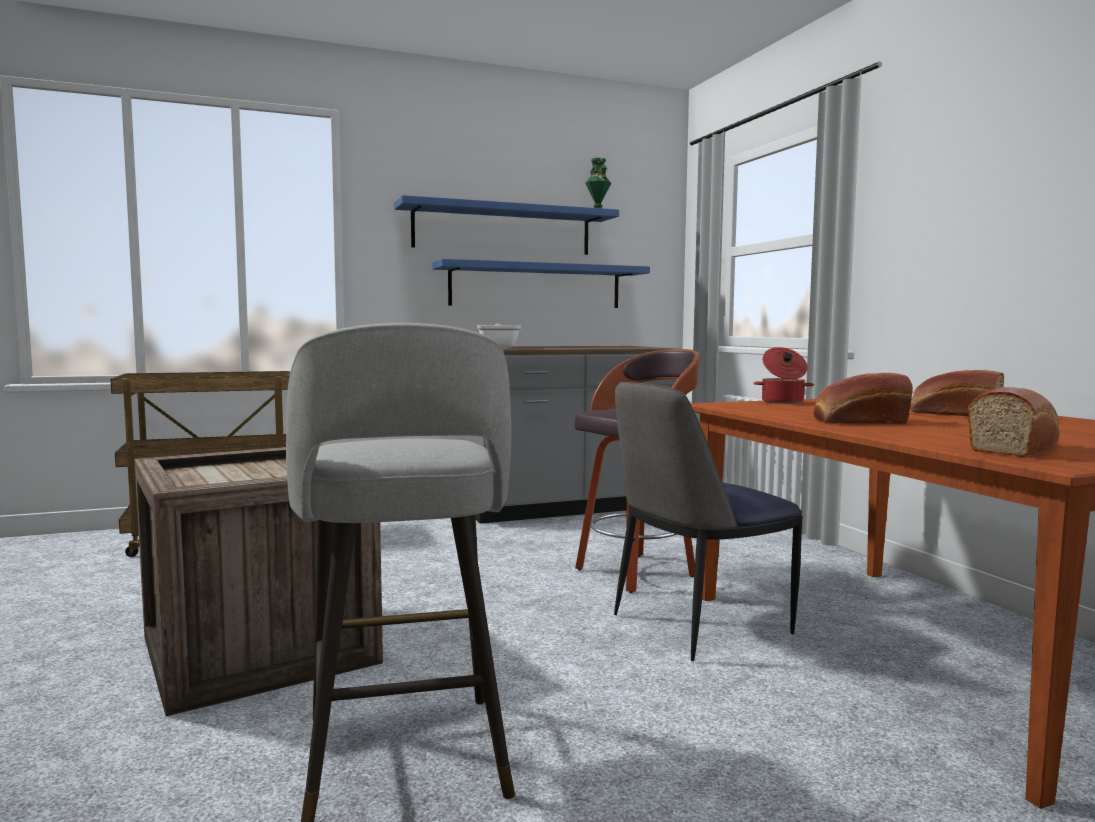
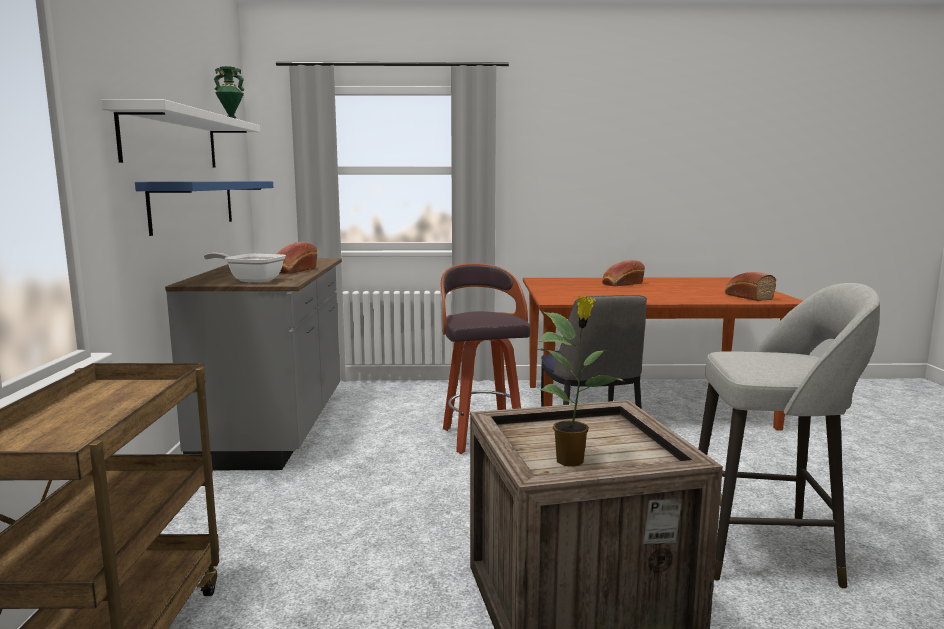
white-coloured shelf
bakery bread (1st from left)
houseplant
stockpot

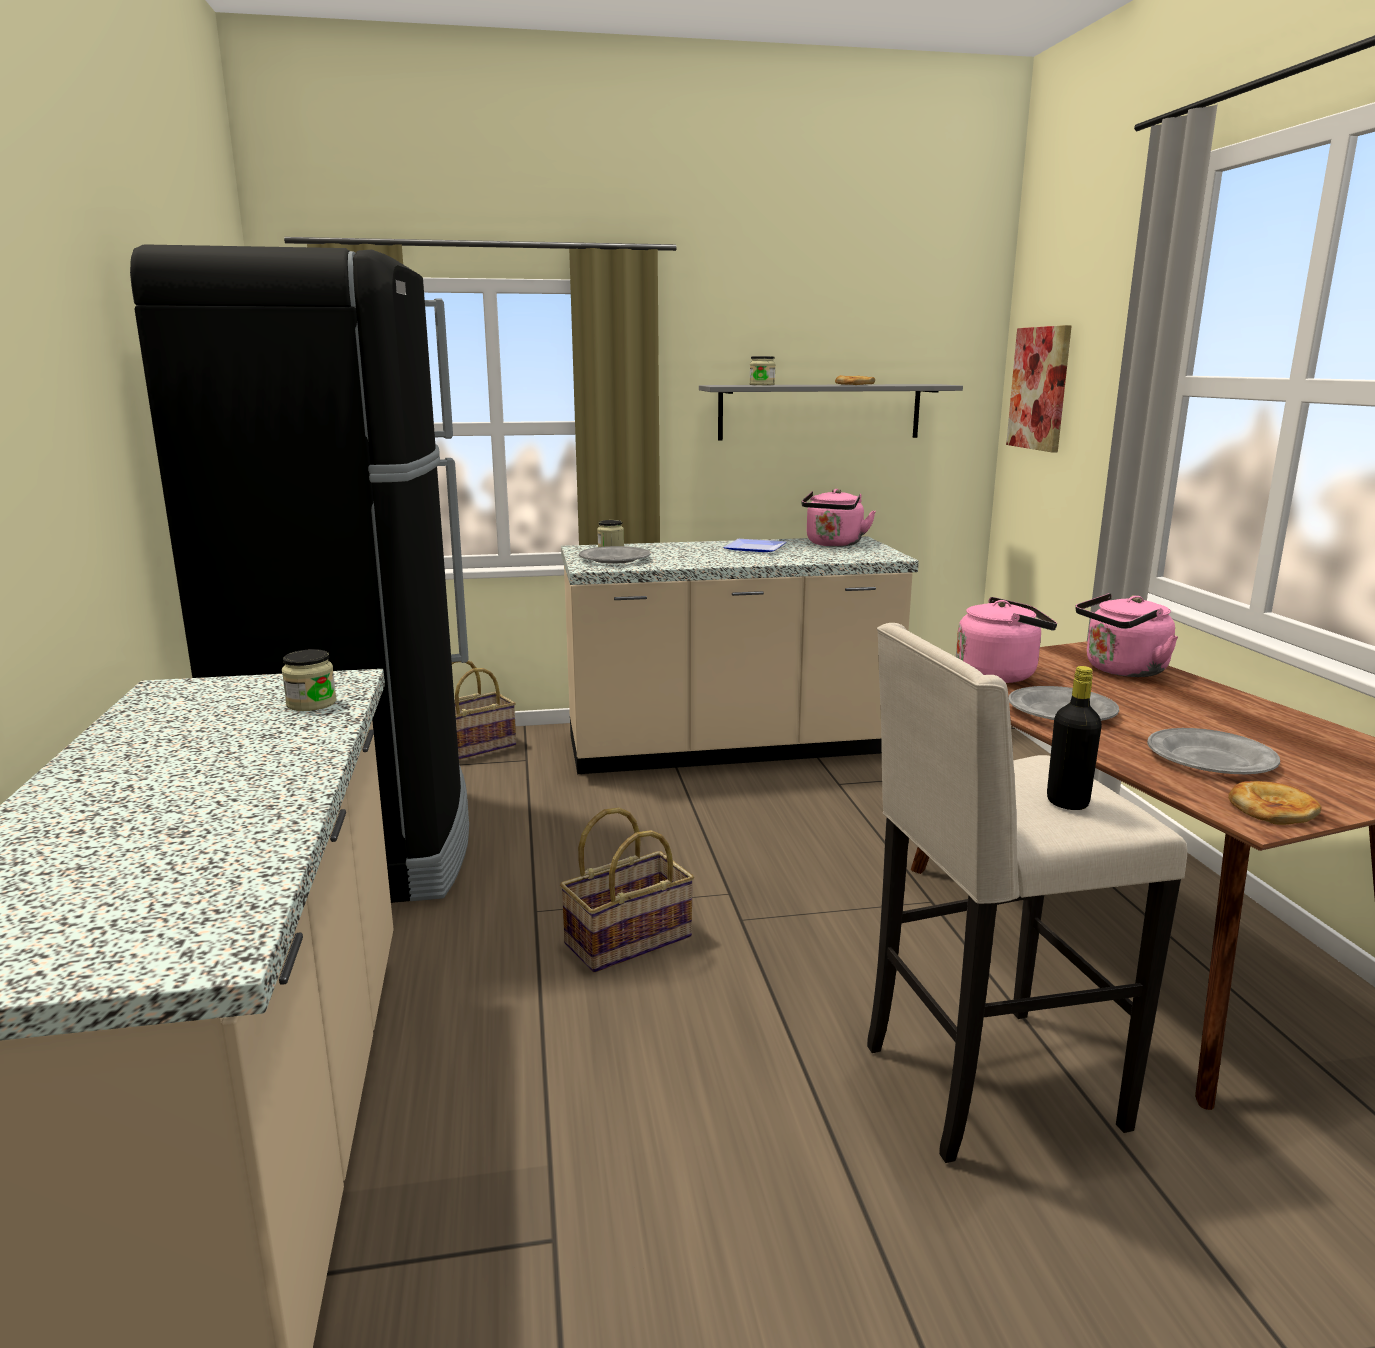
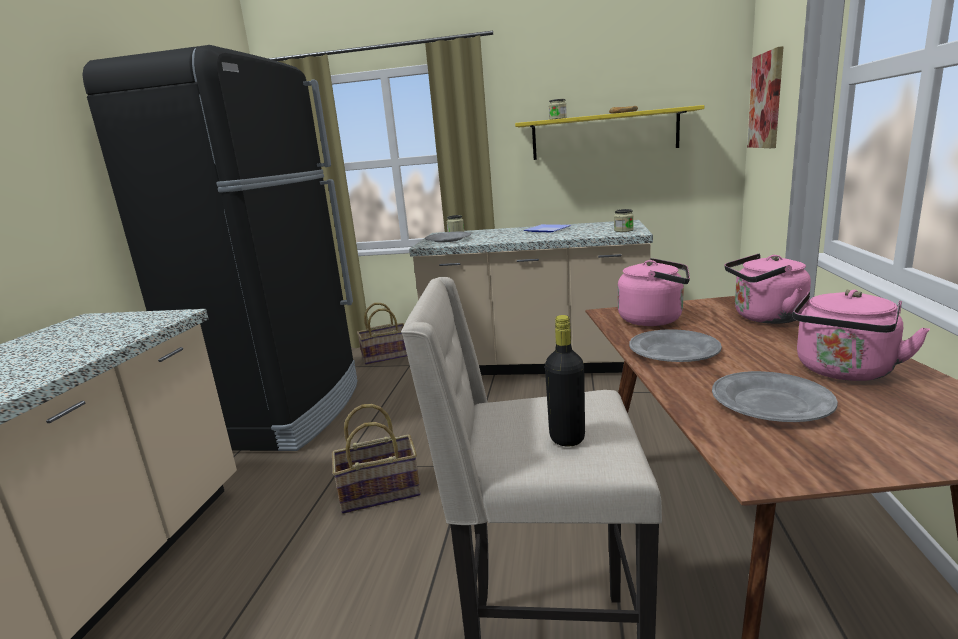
yellow shelf
jar (3rd from left)
pink tea kettle (3rd from left)
bakery bread (2nd from left in the first image)

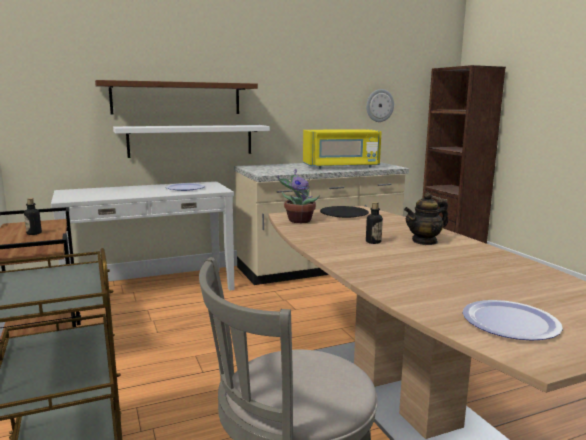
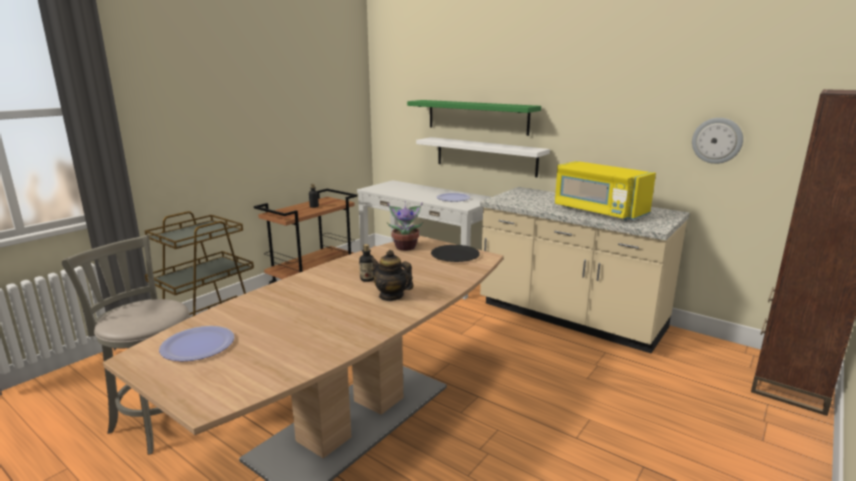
greenish shelf

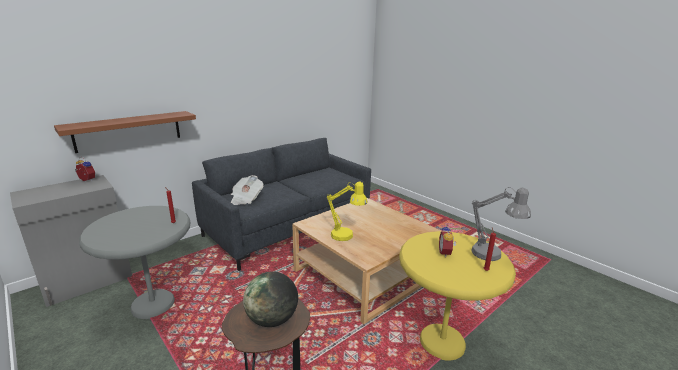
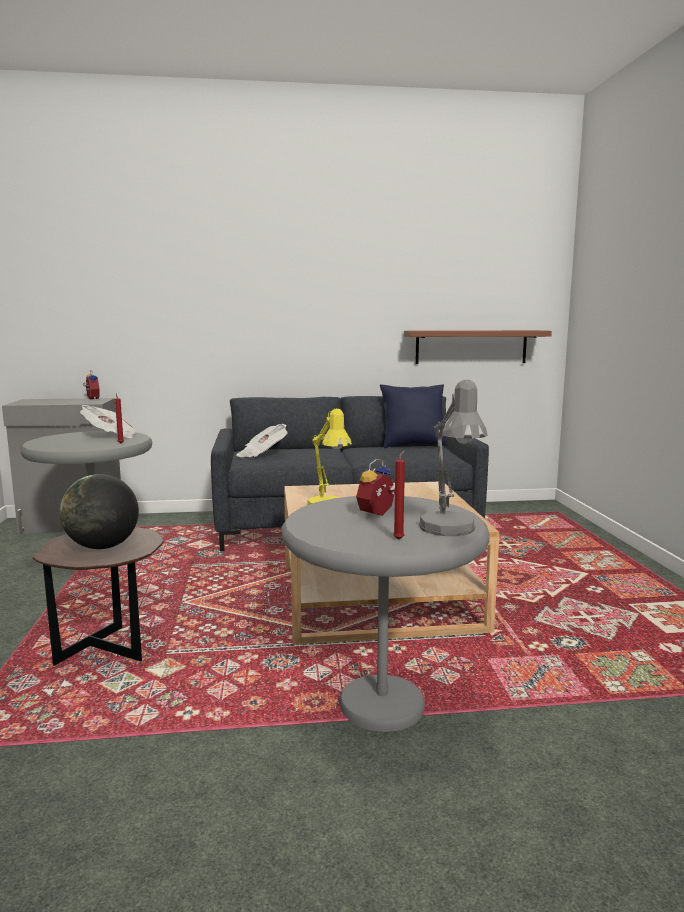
daily paper (1st from left)
gray accent table (2nd from left)
blue throw pillow
brown shelf

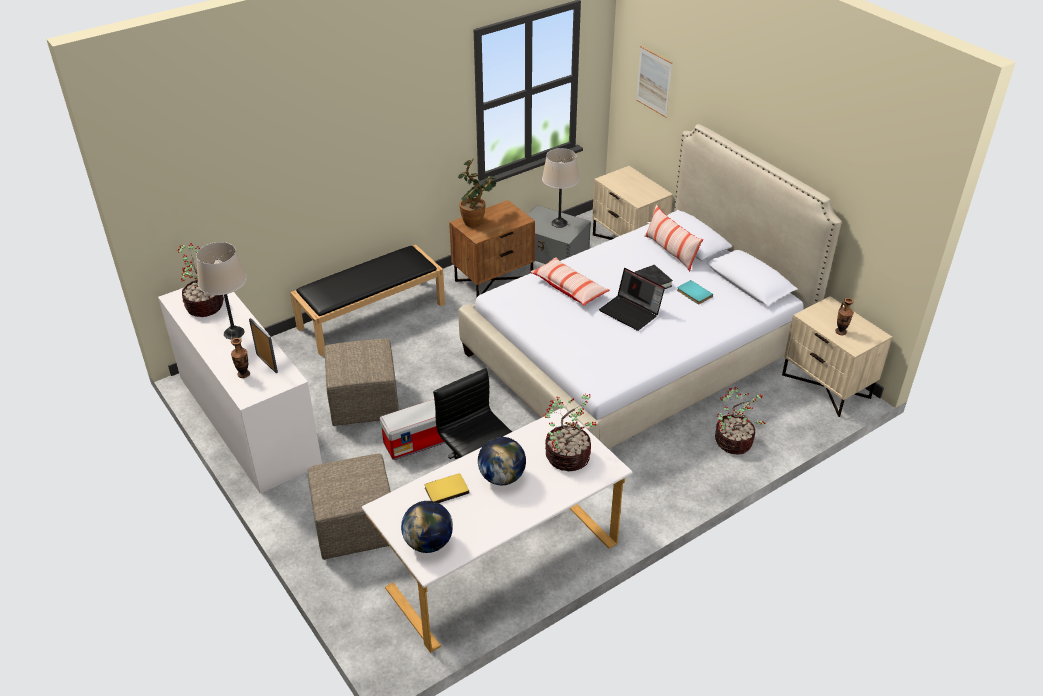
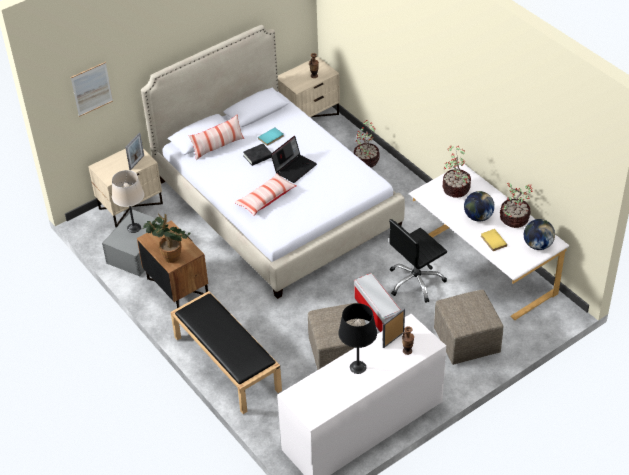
standing frame (1st from left)
black-coloured lamp for a table
houseplant (4th from left)

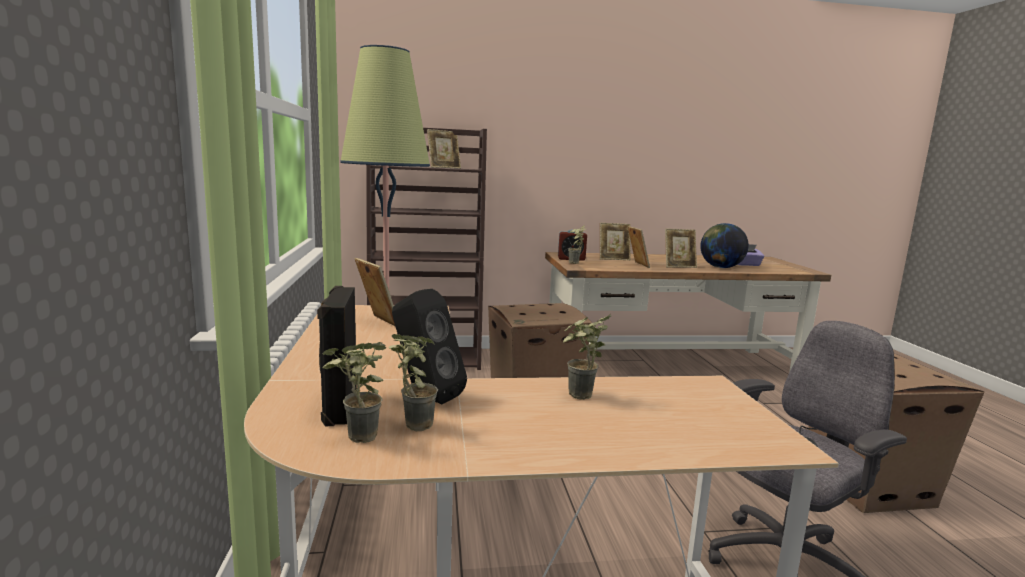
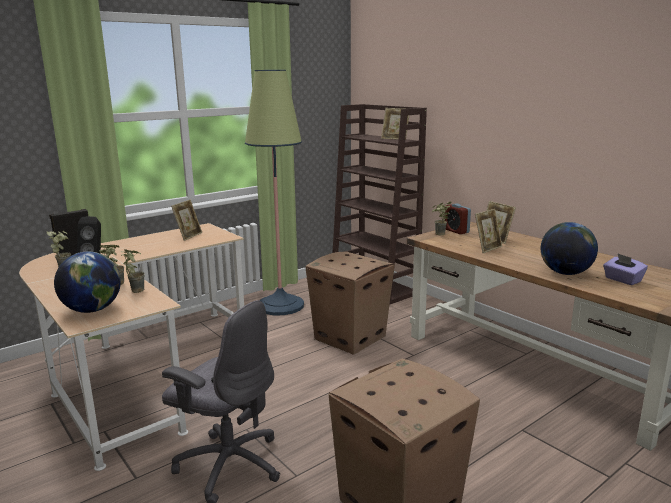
world globe (1st from left)
houseplant (3rd from left)
standing frame (5th from left in the first image)

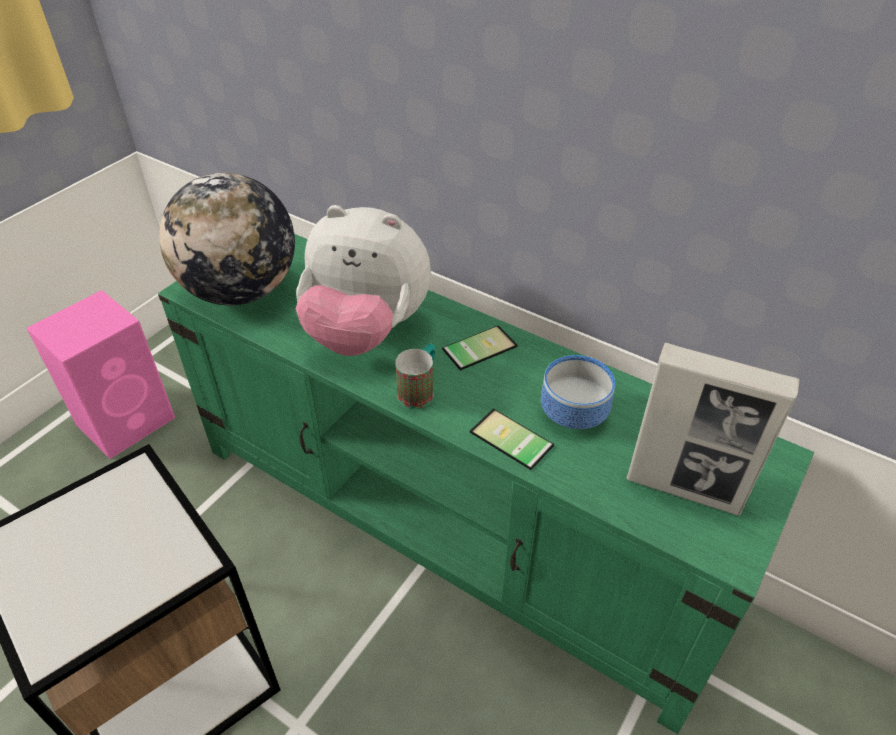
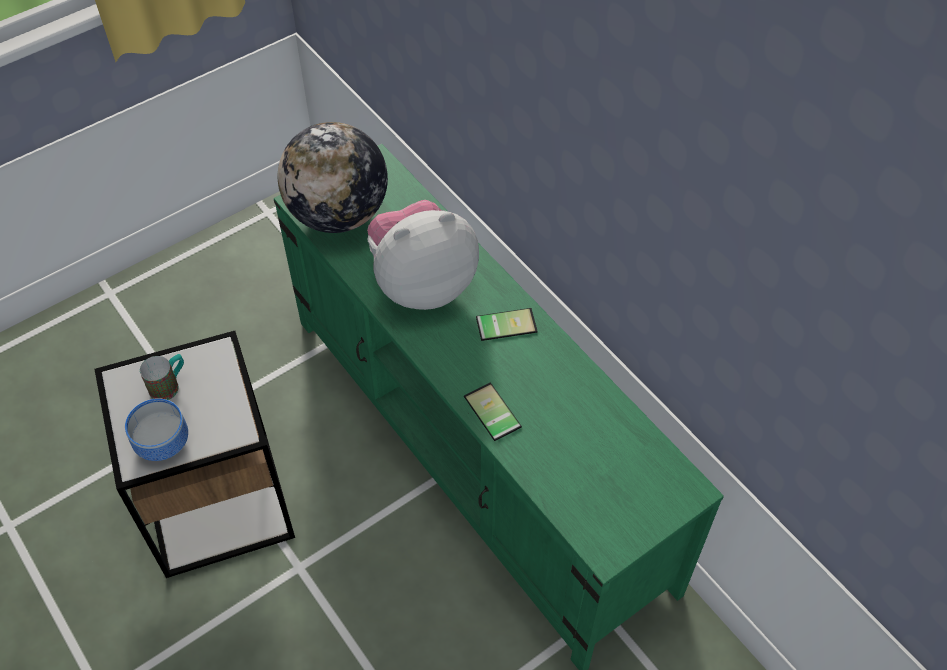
serving bowl
tea mug
cuddly toy
pink audio speaker
standing frame

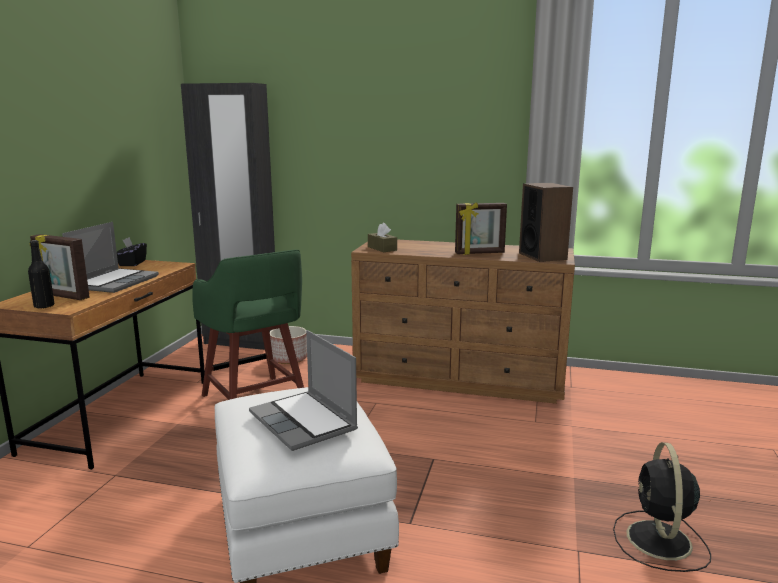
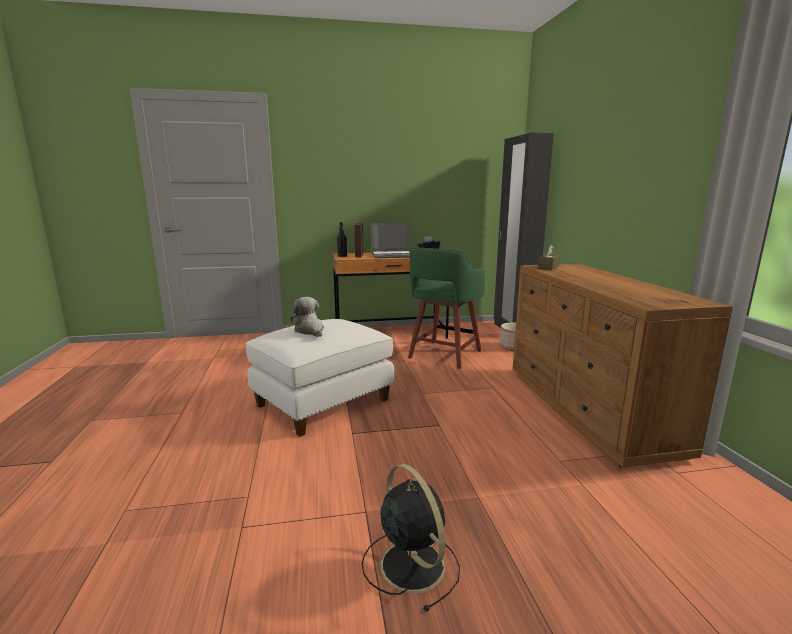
cuddly toy
black-coloured electric fan
standing frame (2nd from left in the first image)
audio speaker

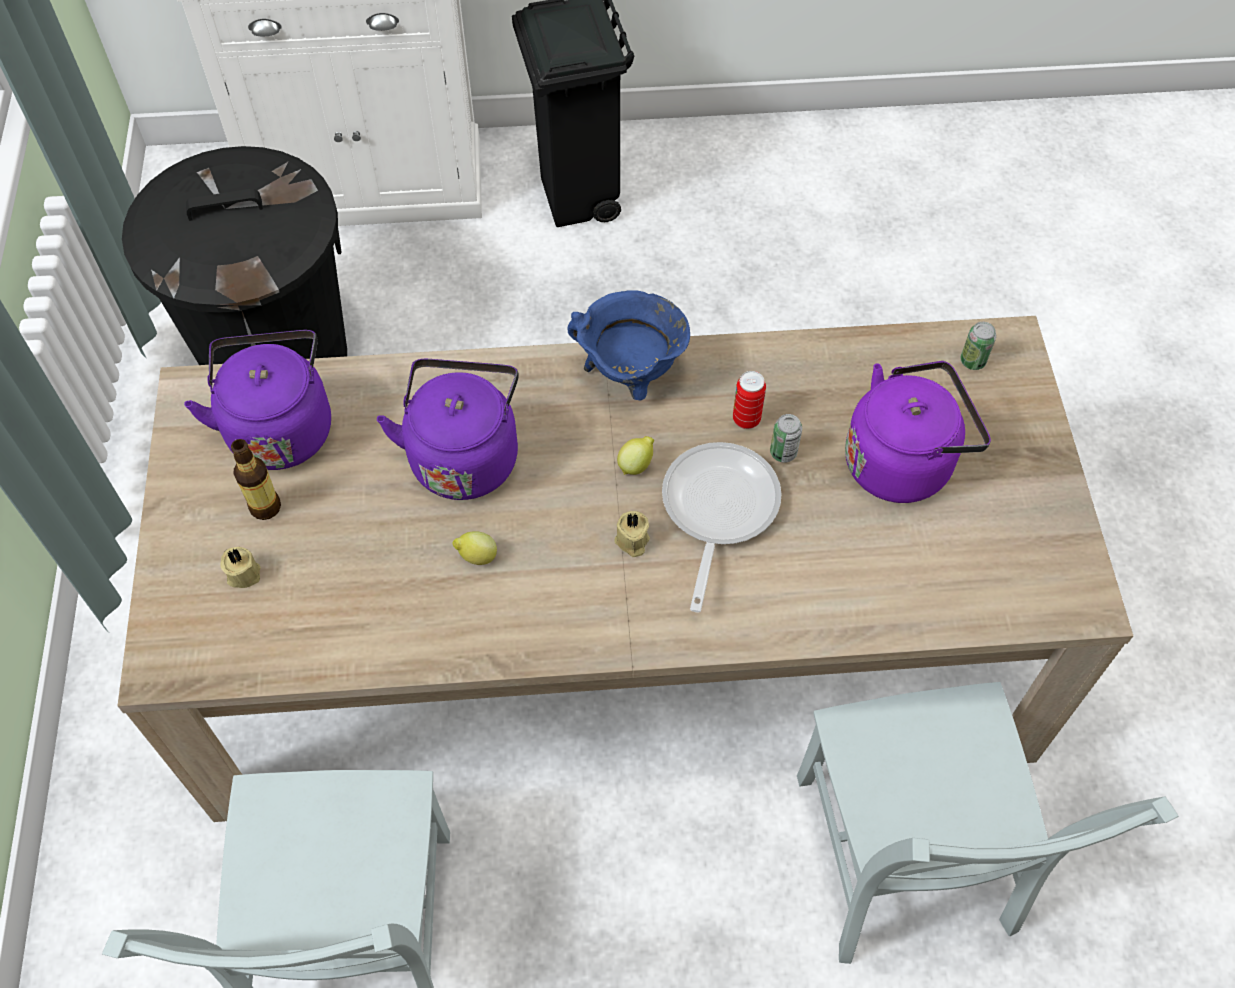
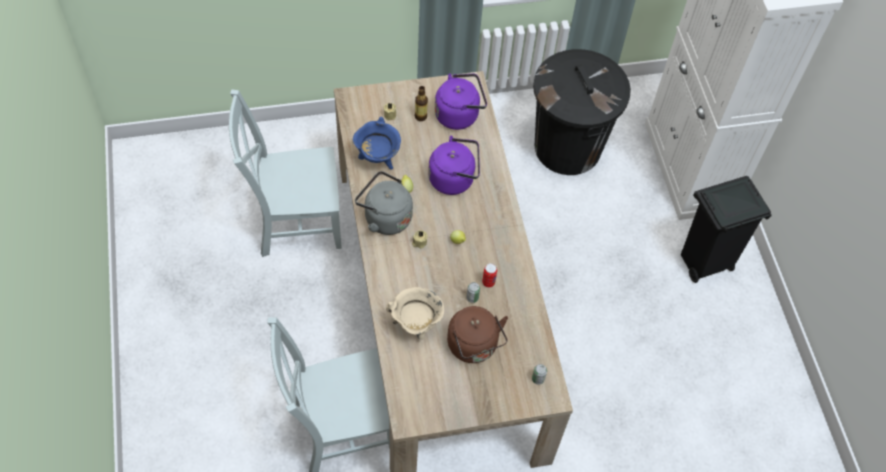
blue stockpot
gray tea kettle
beige stockpot
brown tea kettle
pan

